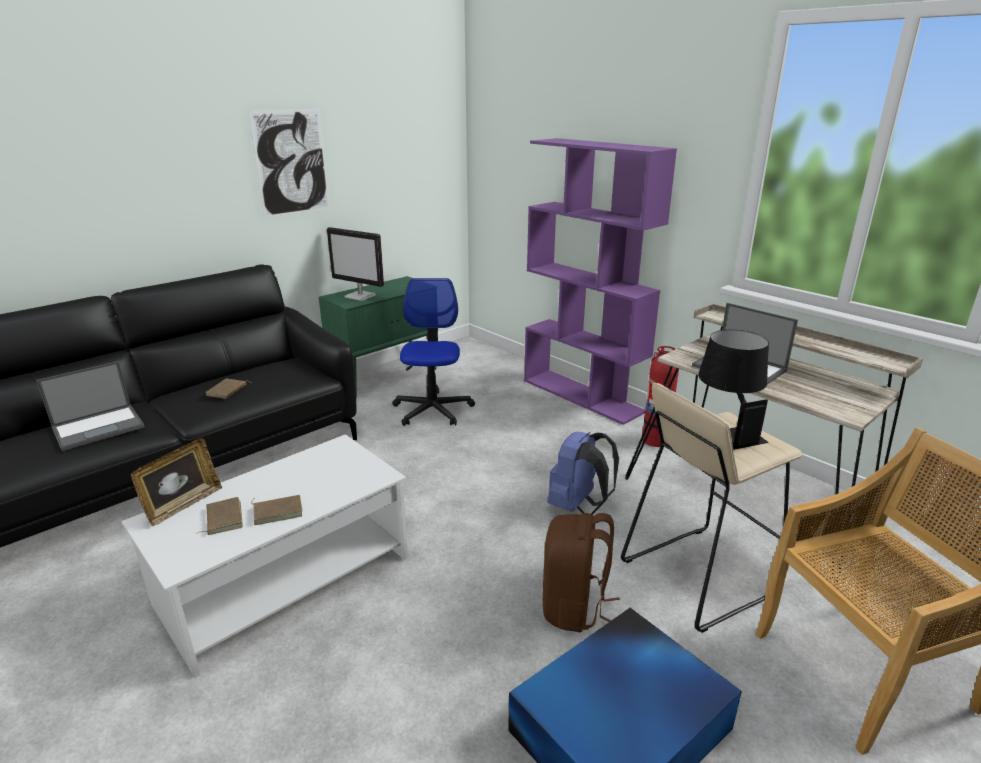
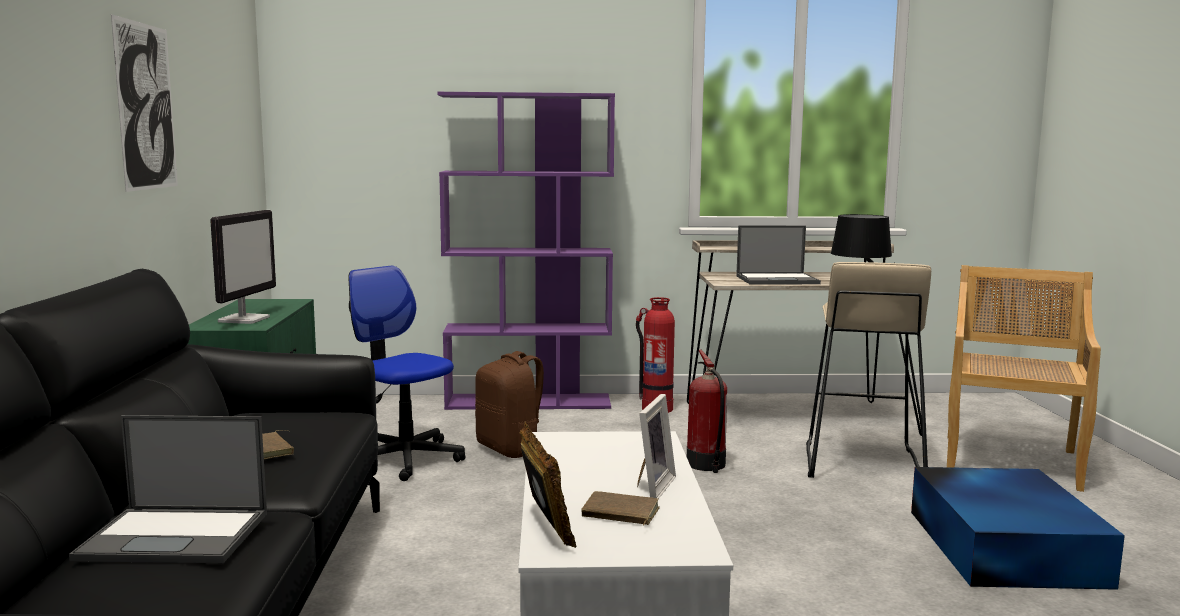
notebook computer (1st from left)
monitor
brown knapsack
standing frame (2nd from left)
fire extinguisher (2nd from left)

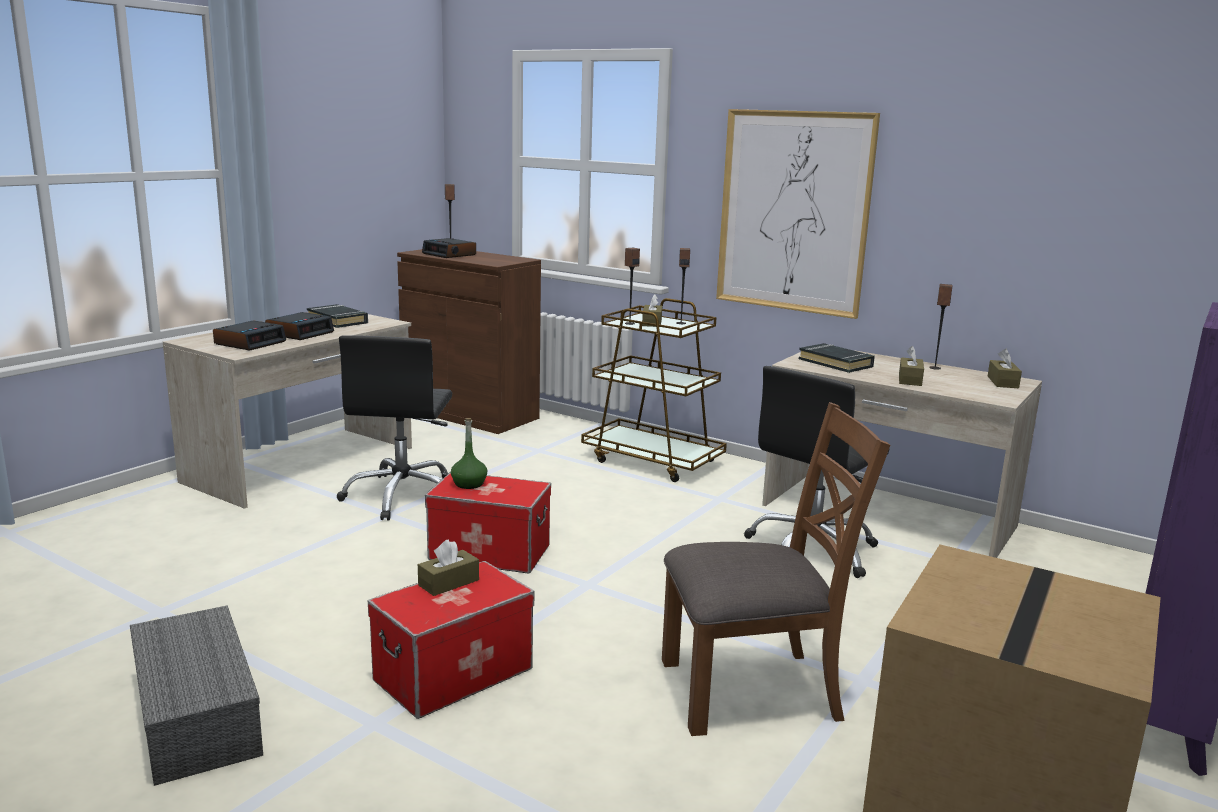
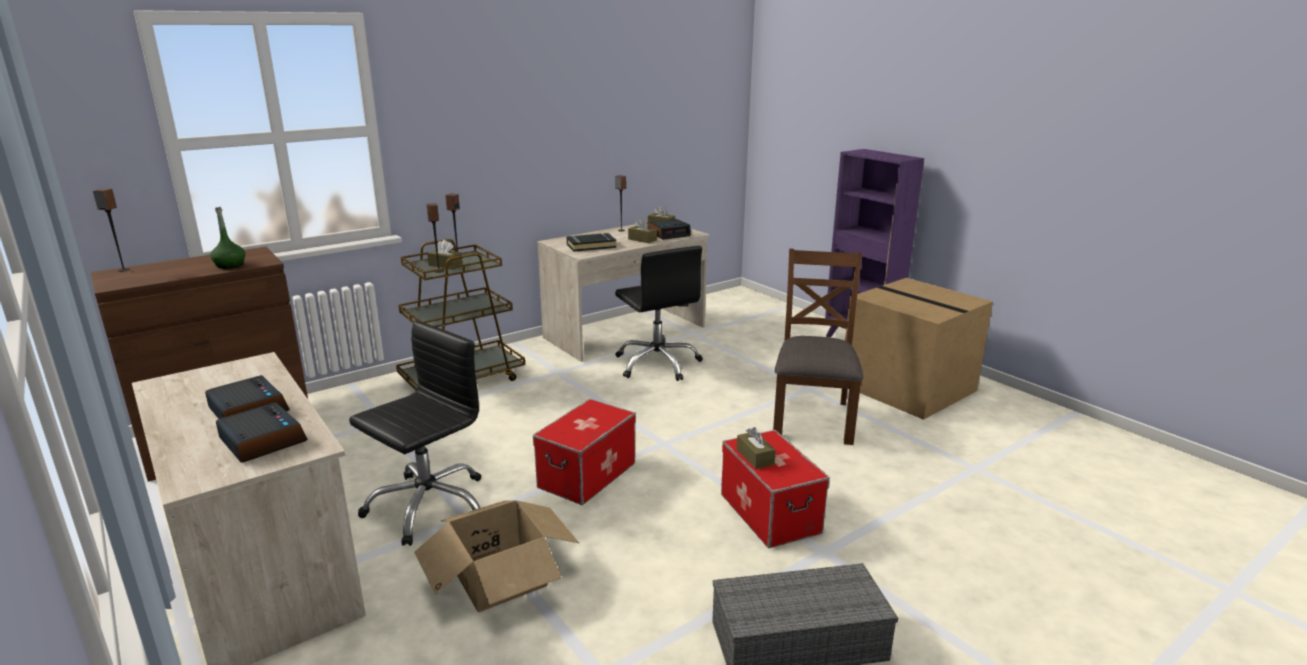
greenish bottle
black-coloured desk chair (1st from left)
packing box (1st from left)
alarm clock (3rd from left)
black-coloured bound book (1st from left in the first image)
wall art

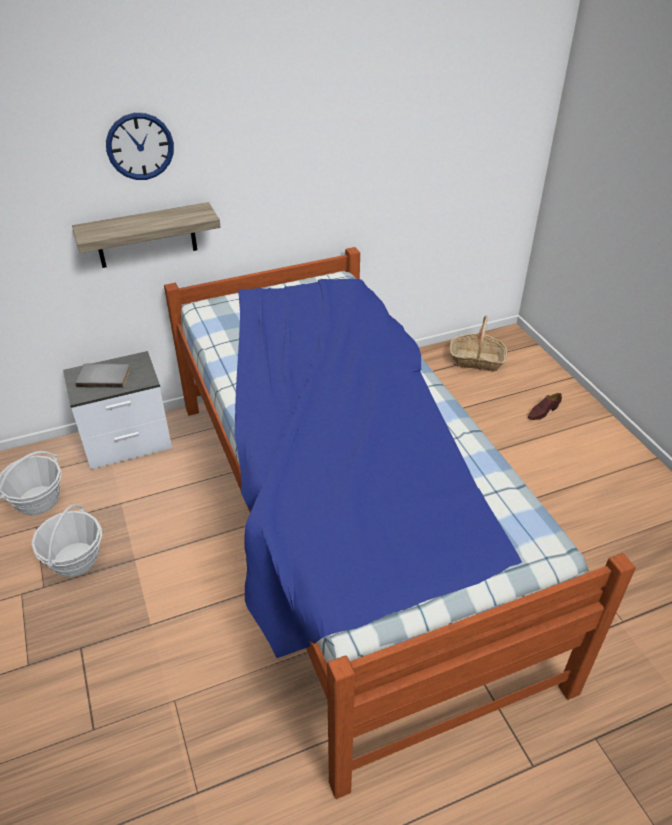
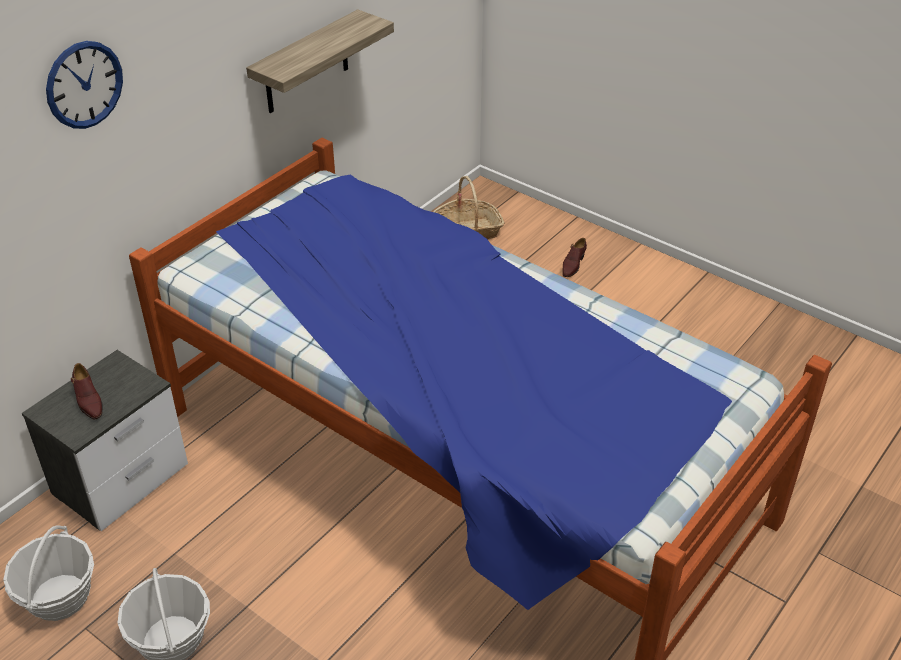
brown shoe (1st from left)
shelf

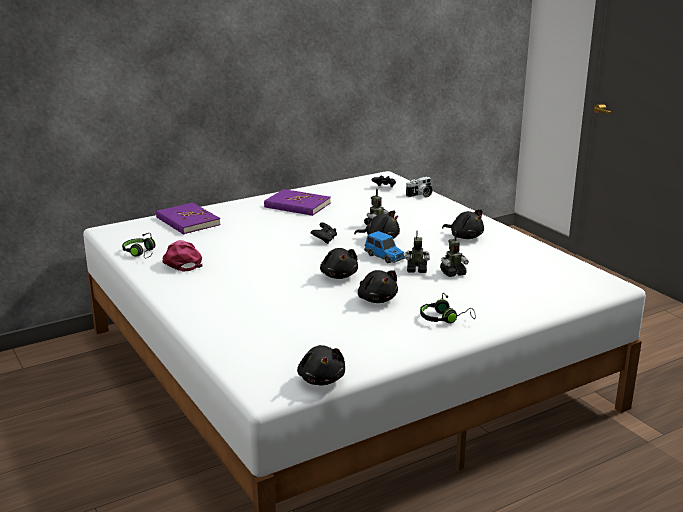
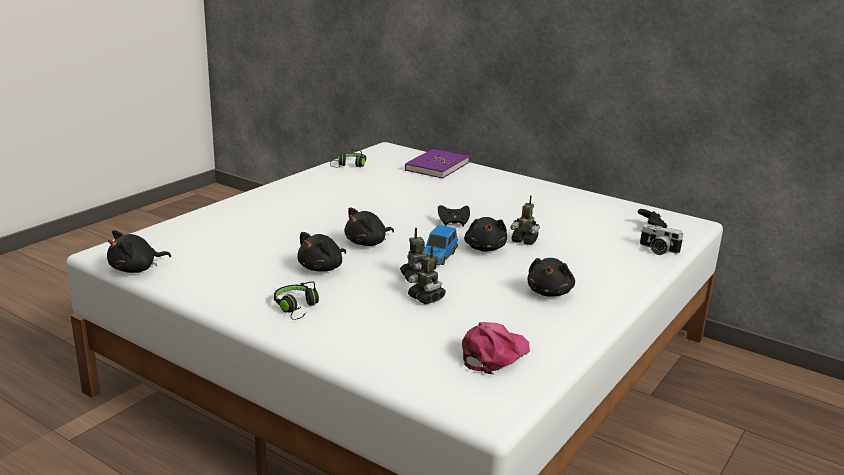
pink cap
purple-coloured bound book (2nd from left in the first image)

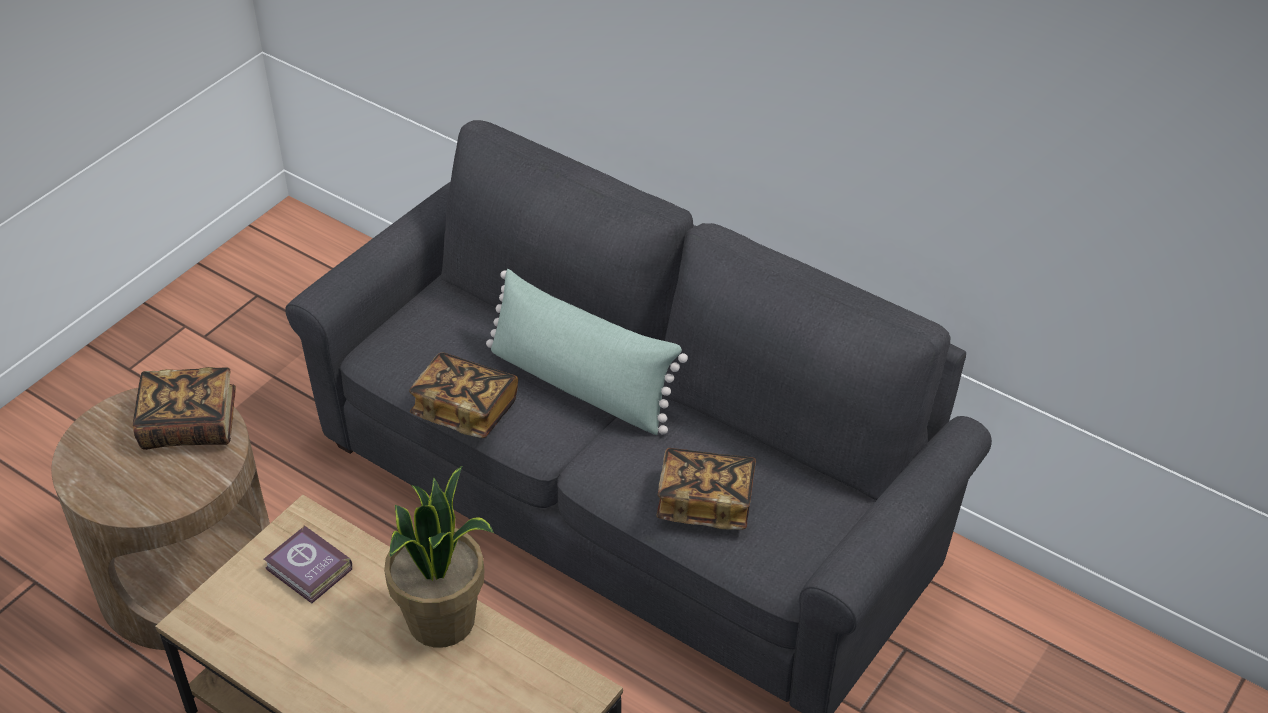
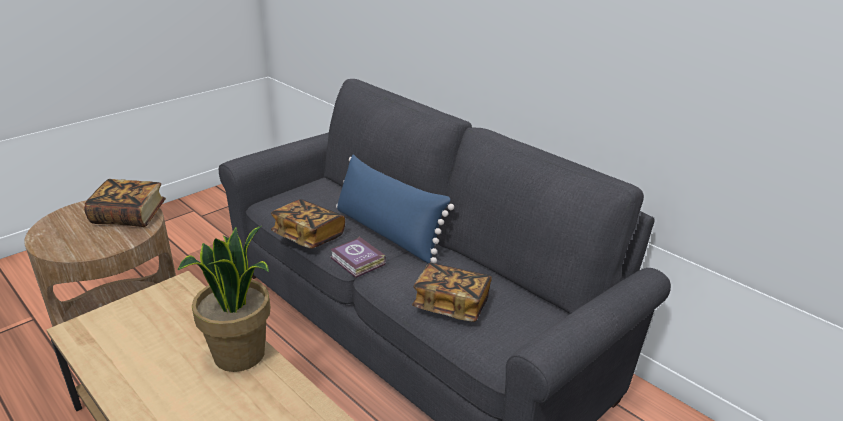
bound book (3rd from left)
blue throw pillow

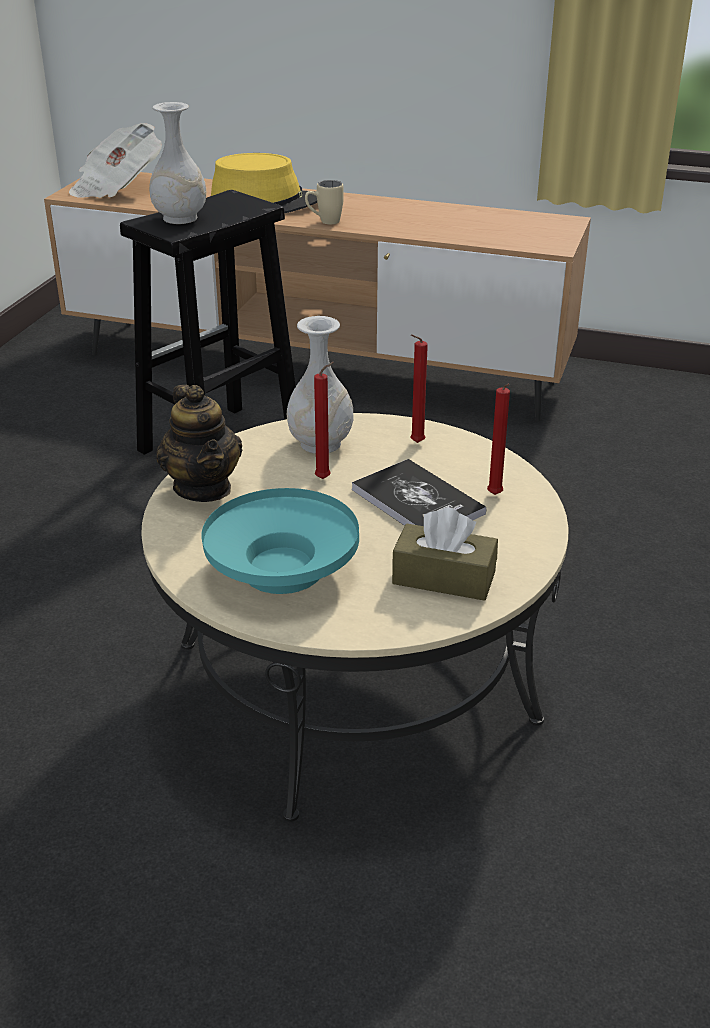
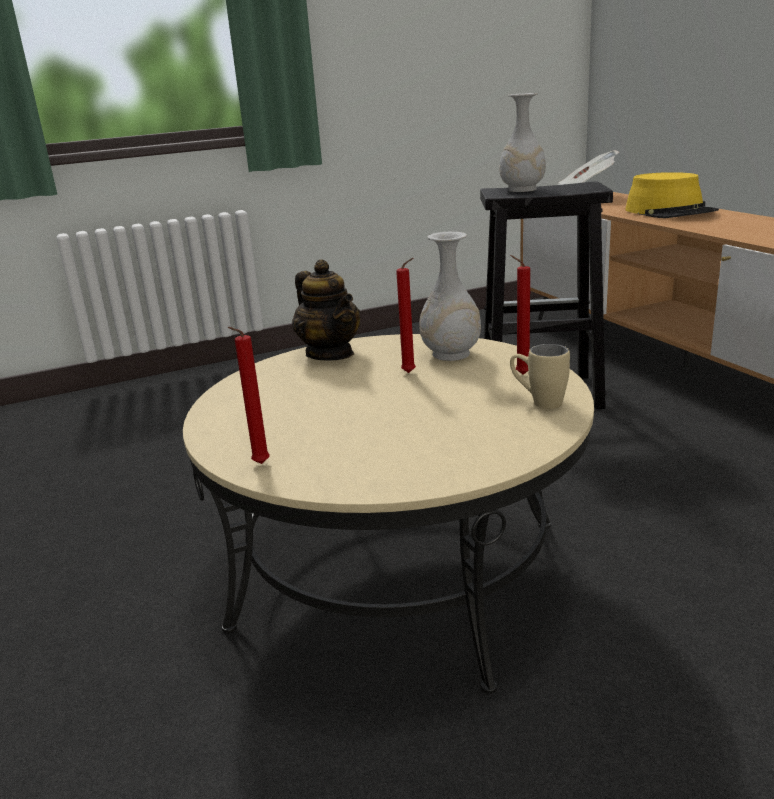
red candle (1st from left)
teapot
beige tea mug
turquoise serving bowl
bound book
brown tissue box

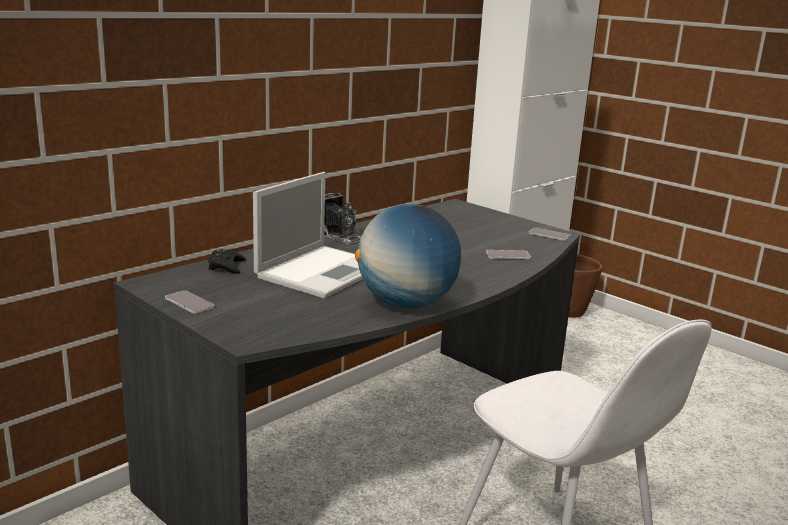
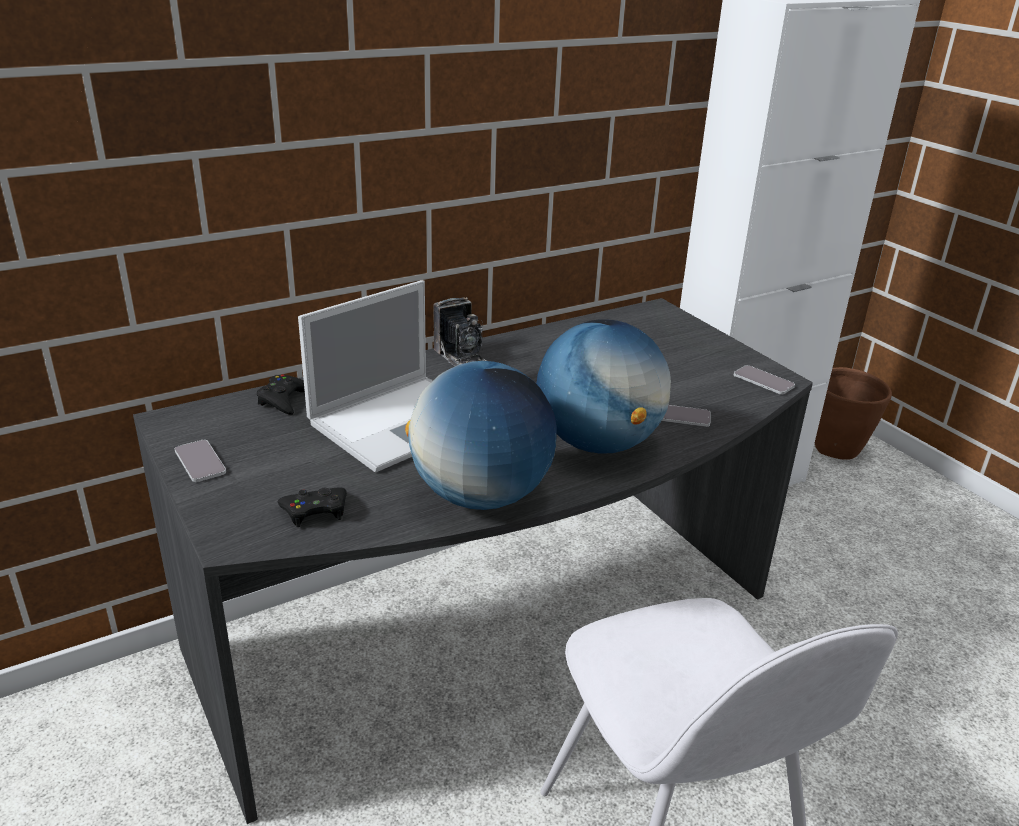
black-coloured joypad (2nd from left)
world globe (2nd from left)

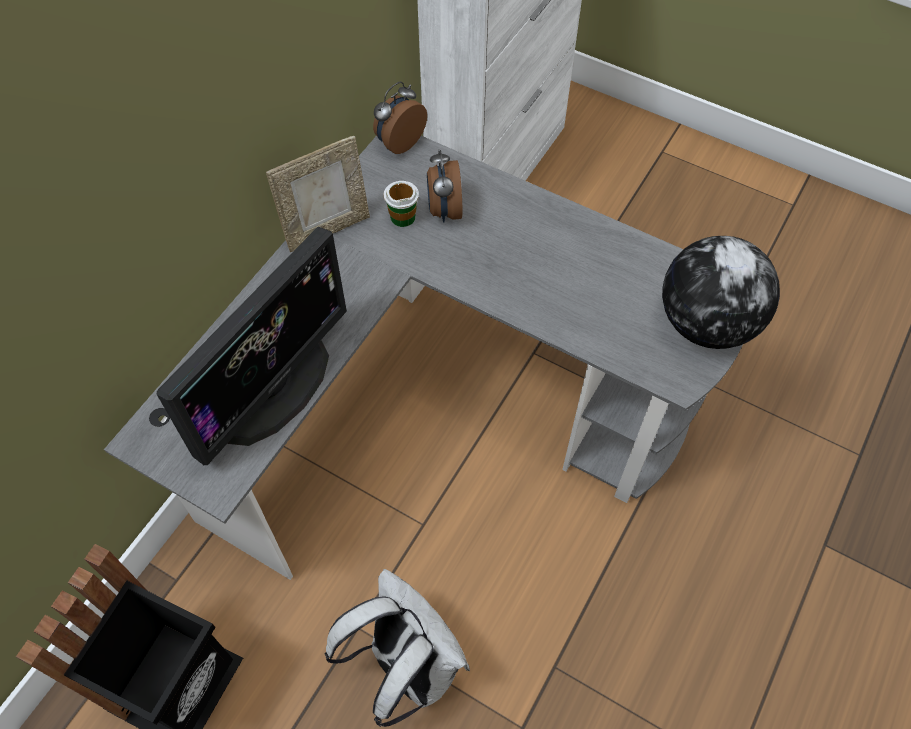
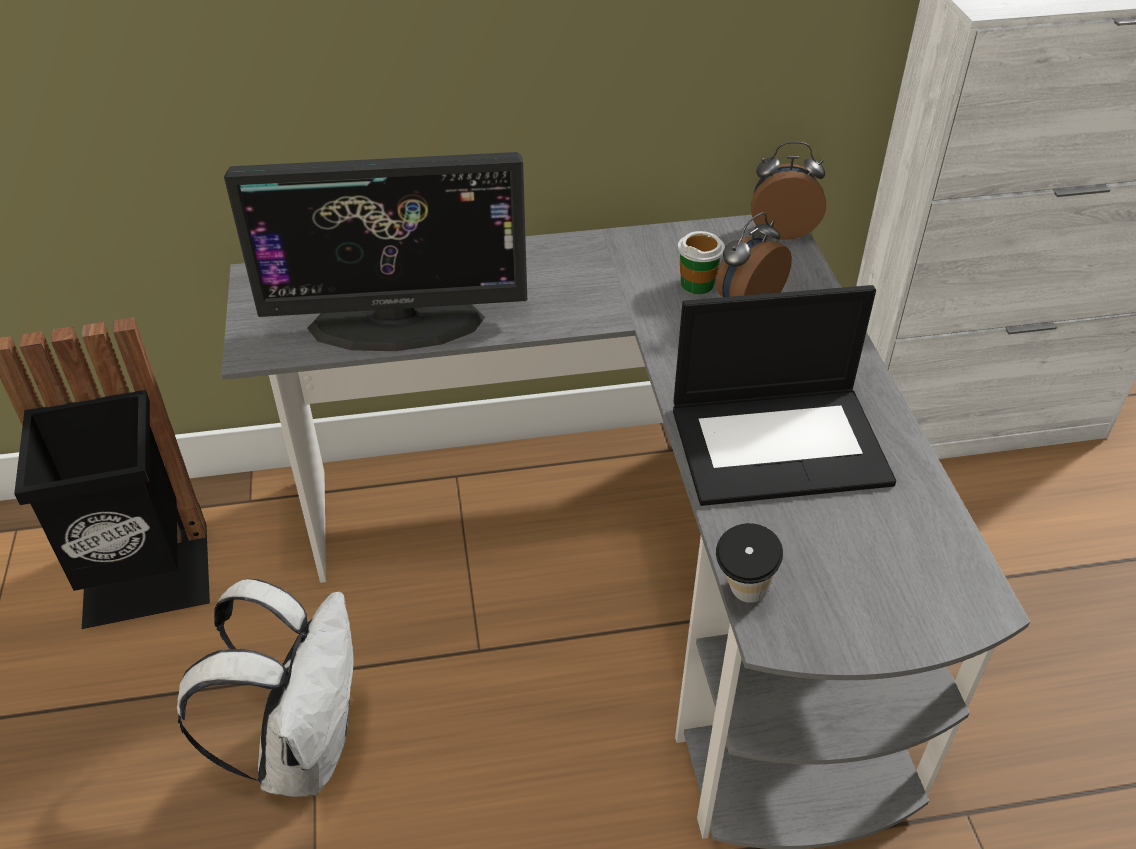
notebook computer
cup (2nd from left)
standing frame
world globe

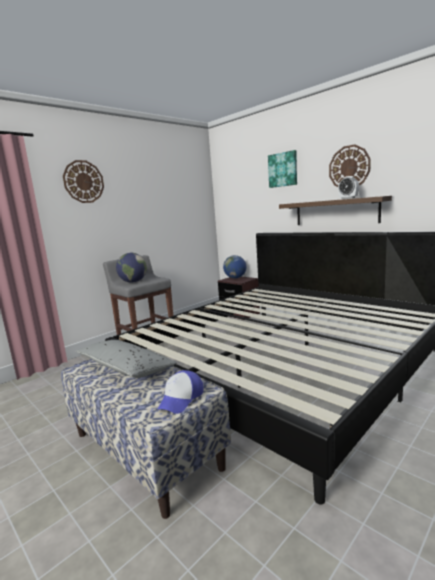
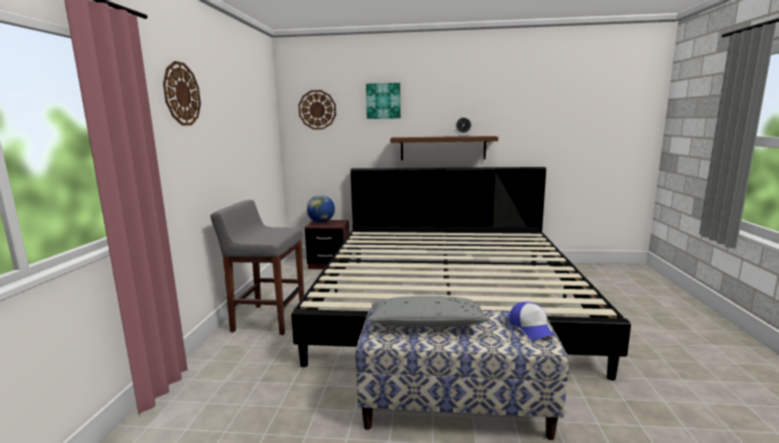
hanging clock (2nd from left)
world globe (1st from left in the first image)

